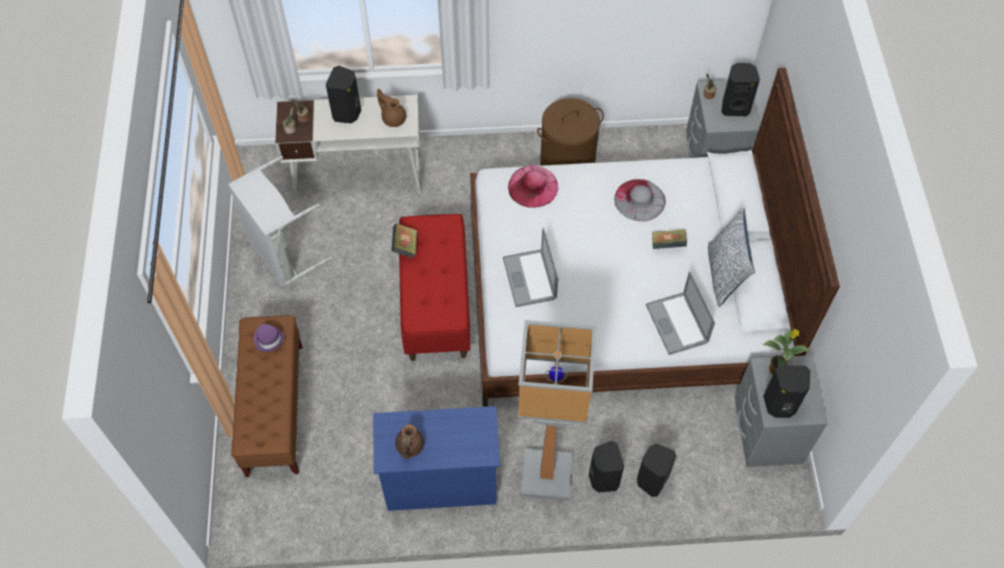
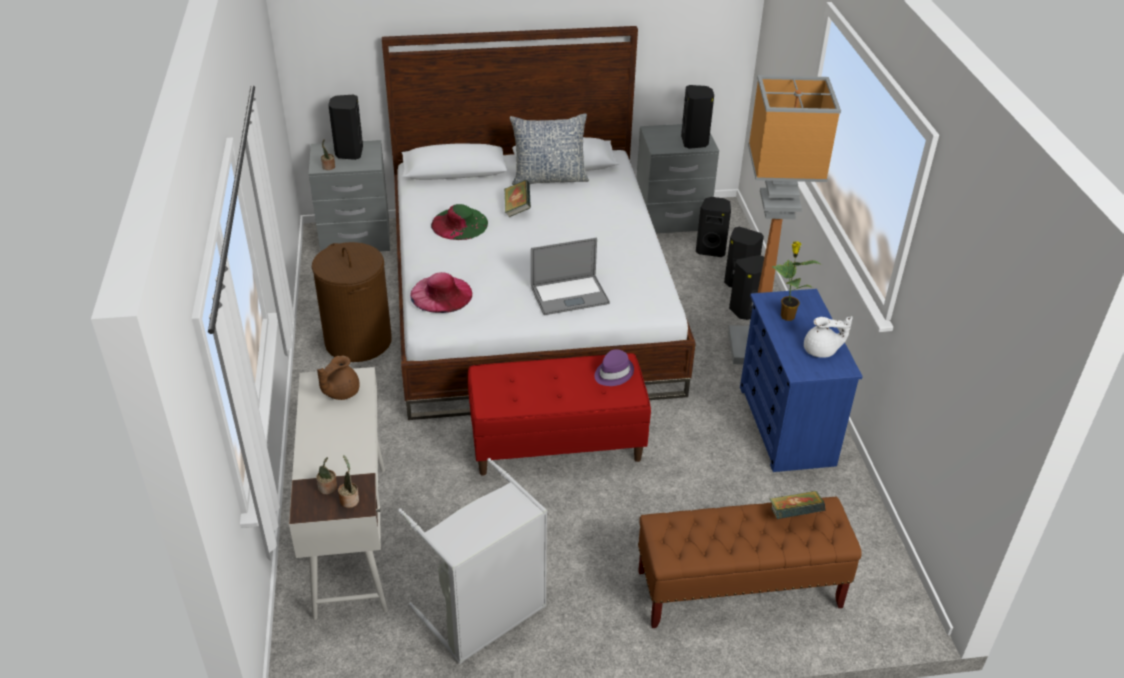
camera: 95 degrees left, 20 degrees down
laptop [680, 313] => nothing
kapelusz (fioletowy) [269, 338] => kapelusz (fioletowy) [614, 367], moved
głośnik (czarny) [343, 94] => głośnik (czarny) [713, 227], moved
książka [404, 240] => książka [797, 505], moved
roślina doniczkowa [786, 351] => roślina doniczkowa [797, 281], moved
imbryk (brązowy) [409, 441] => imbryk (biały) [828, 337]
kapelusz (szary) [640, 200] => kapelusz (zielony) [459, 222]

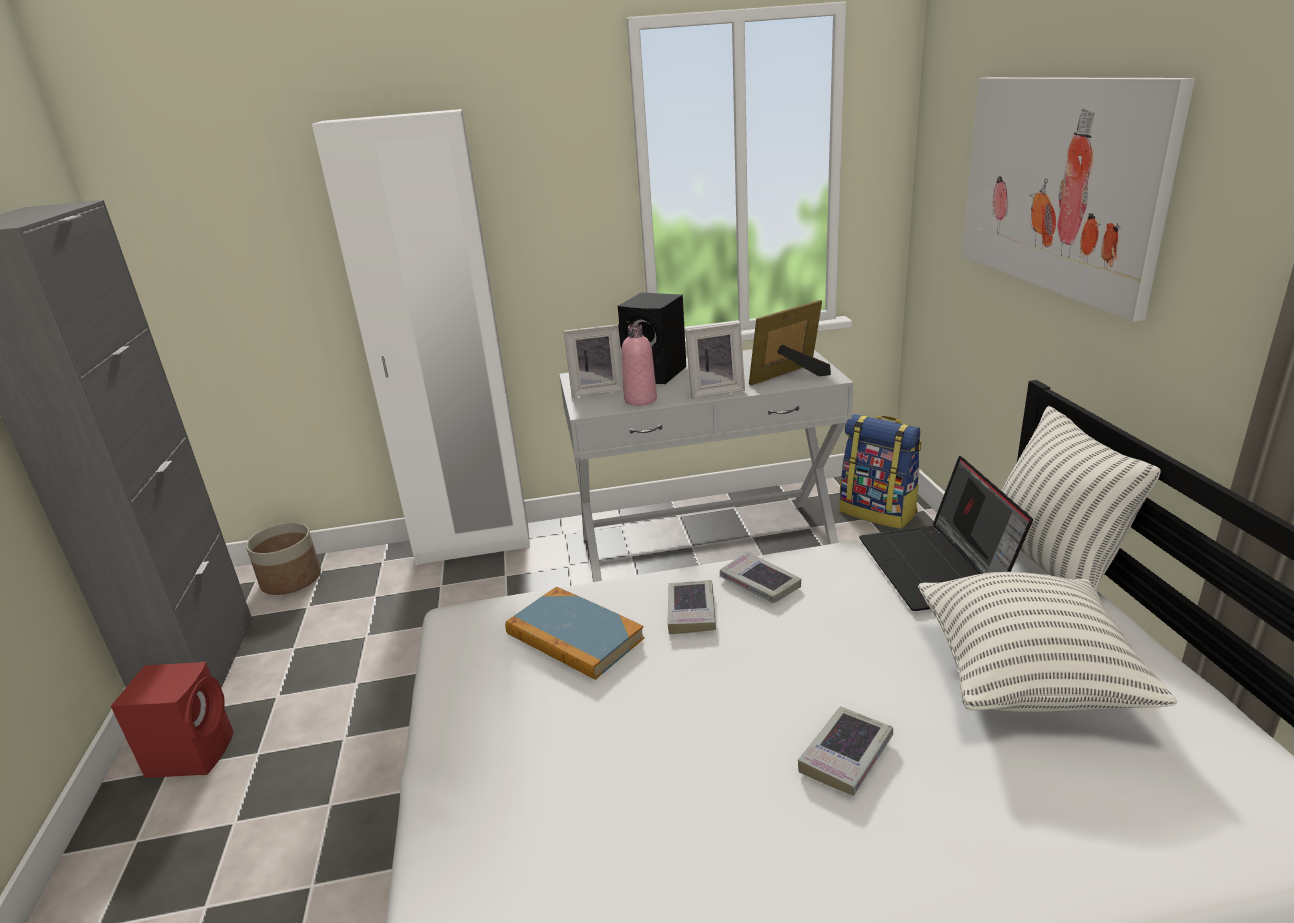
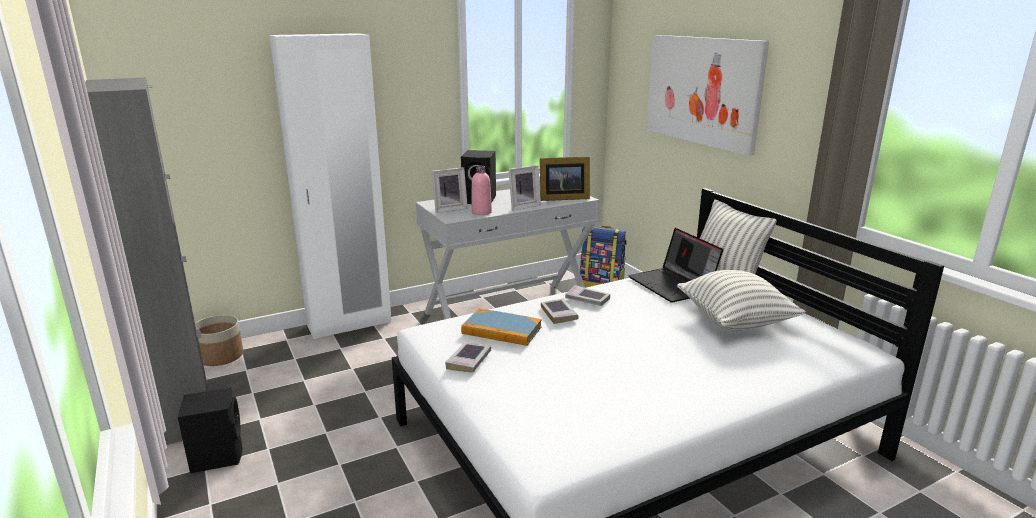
camera: 20 degrees left, 5 degrees down
książka [845, 751] => książka [468, 357], moved
głośnik (czerwony) [172, 720] => głośnik (czarny) [210, 430]
ramka na zdjęcie [790, 342] => ramka na zdjęcie [565, 179], 135 degrees counterclockwise

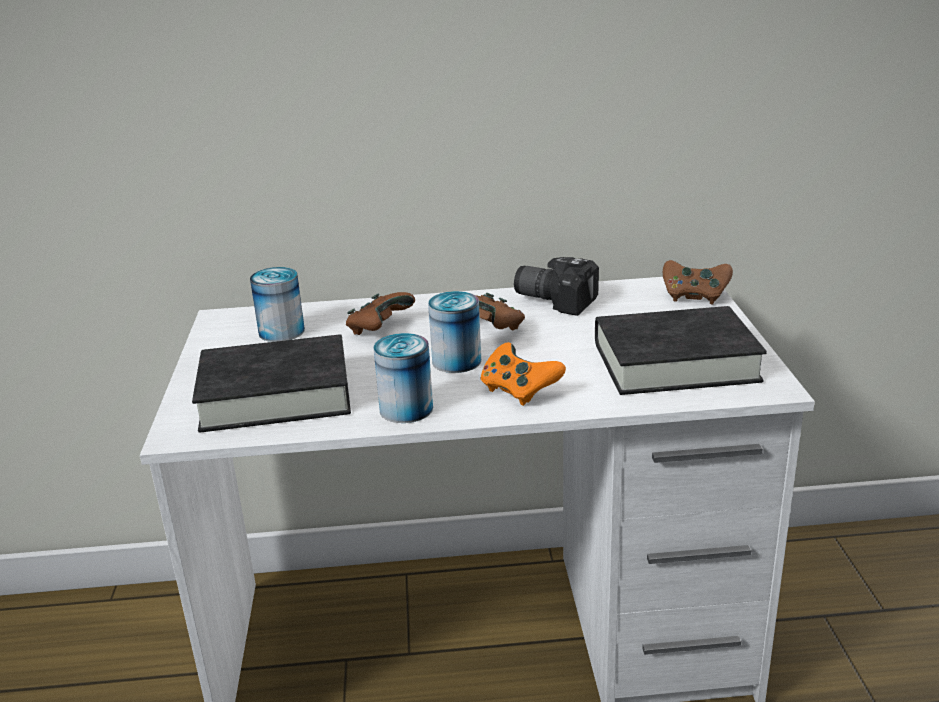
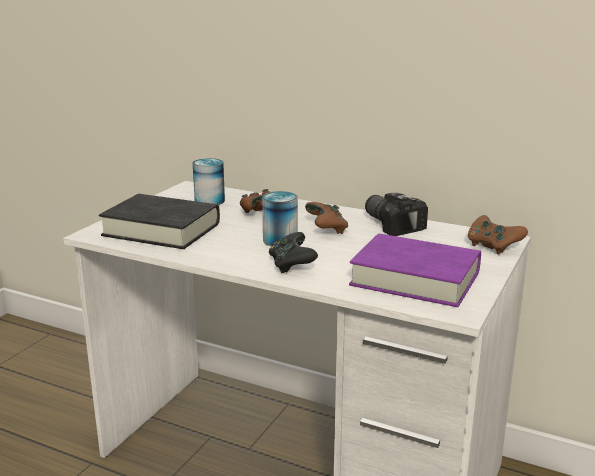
camera: 30 degrees right, 5 degrees down
puszka [403, 378] => nothing
pad do gier (pomarańczowy) [523, 374] => pad do gier (czarny) [293, 252]
książka (czarny) [681, 350] => książka (fioletowy) [415, 270]

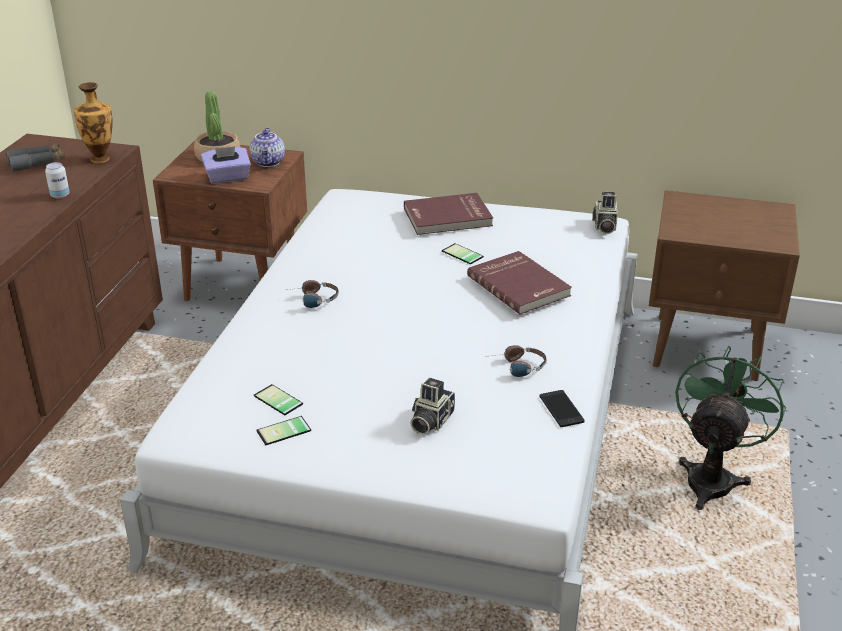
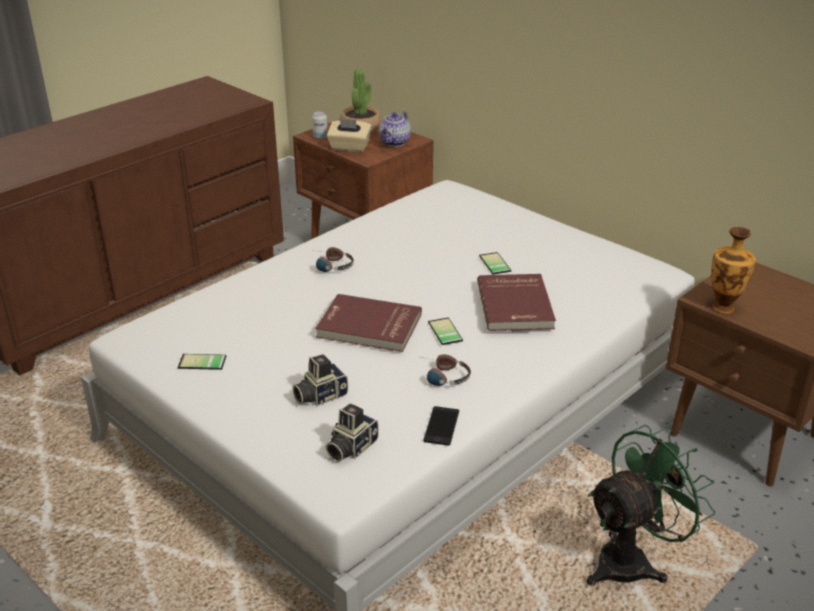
camera: 30 degrees right, 0 degrees up
lornetka (szary) [35, 158] => nothing
puszka [57, 180] => puszka [320, 125], moved
wazon [93, 123] => wazon [734, 270], moved
telefon [278, 399] => telefon [445, 331], moved
książka (czerwony) [448, 214] => książka (czerwony) [368, 323], moved
aparat fotograficzny [605, 213] => aparat fotograficzny [352, 433], moved
pudełko chusteczek (fioletowy) [226, 165] => pudełko chusteczek (beżowy) [349, 135]

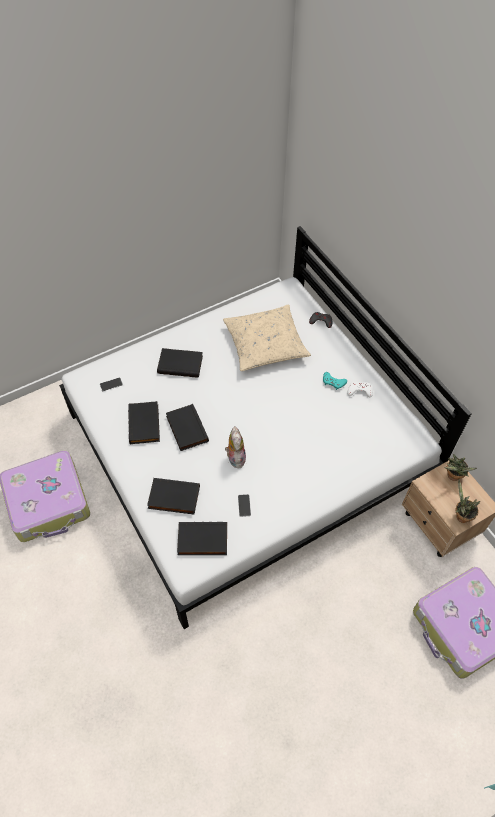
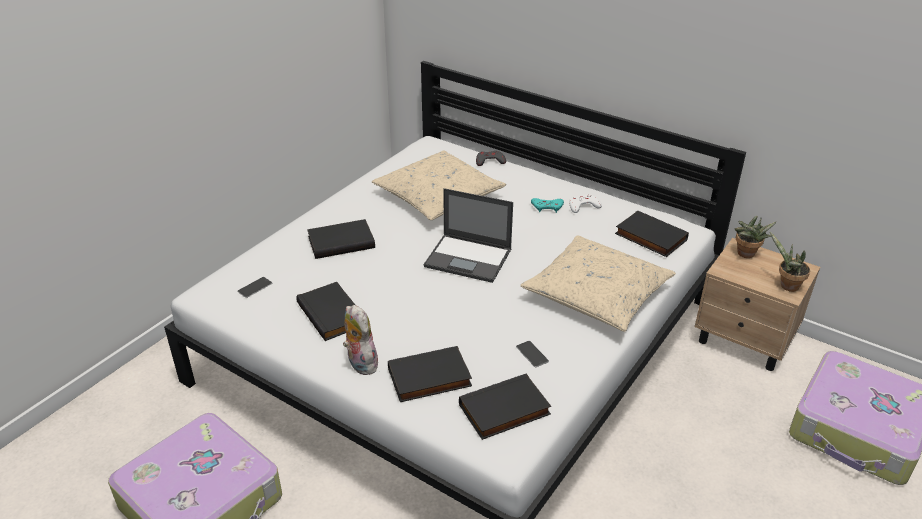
camera: 25 degrees left, 20 degrees down
nothing => laptop [468, 235]
nothing => poduszka (beżowy) [598, 283]
książka (czarny) [187, 427] => książka (czarny) [652, 233], moved
pluszak [235, 447] => pluszak [360, 340], moved

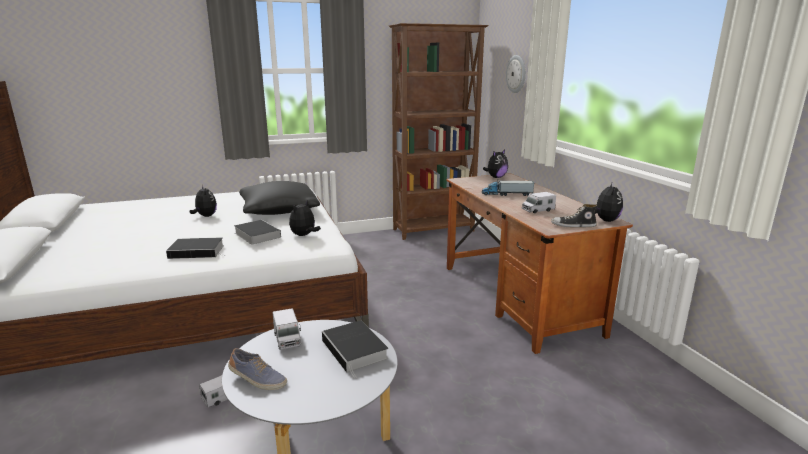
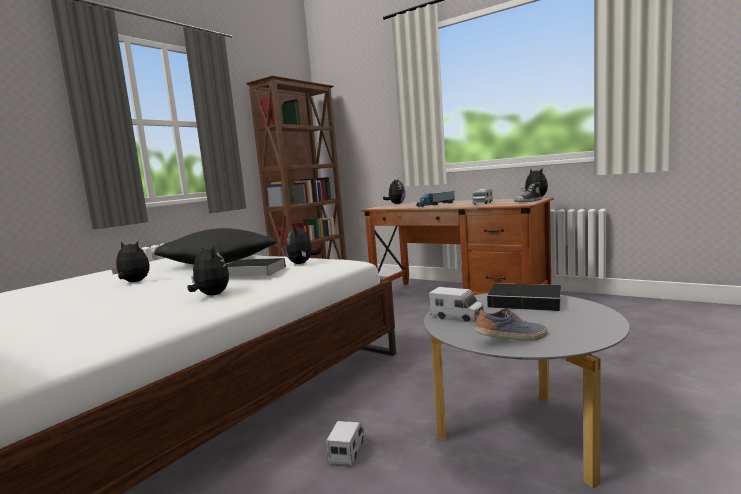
camera: 35 degrees left, 10 degrees down
zegar ścienny [516, 74] => nothing
książka [195, 248] => pluszak [208, 269]

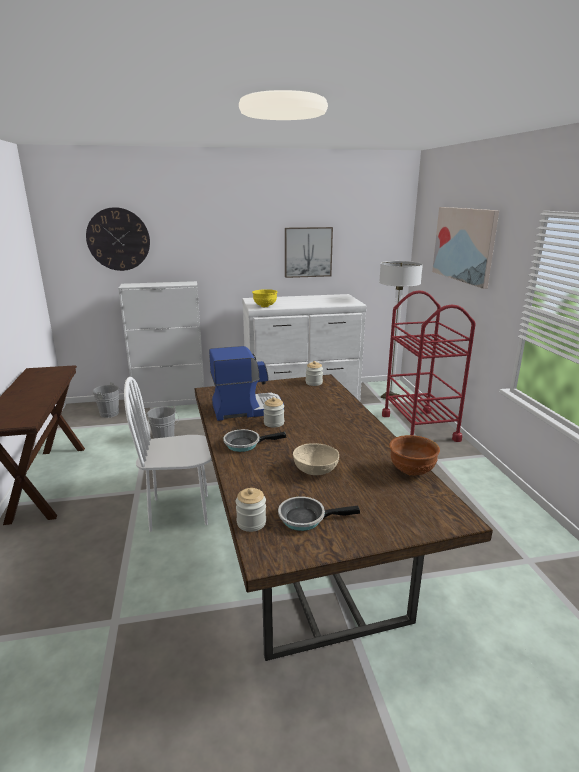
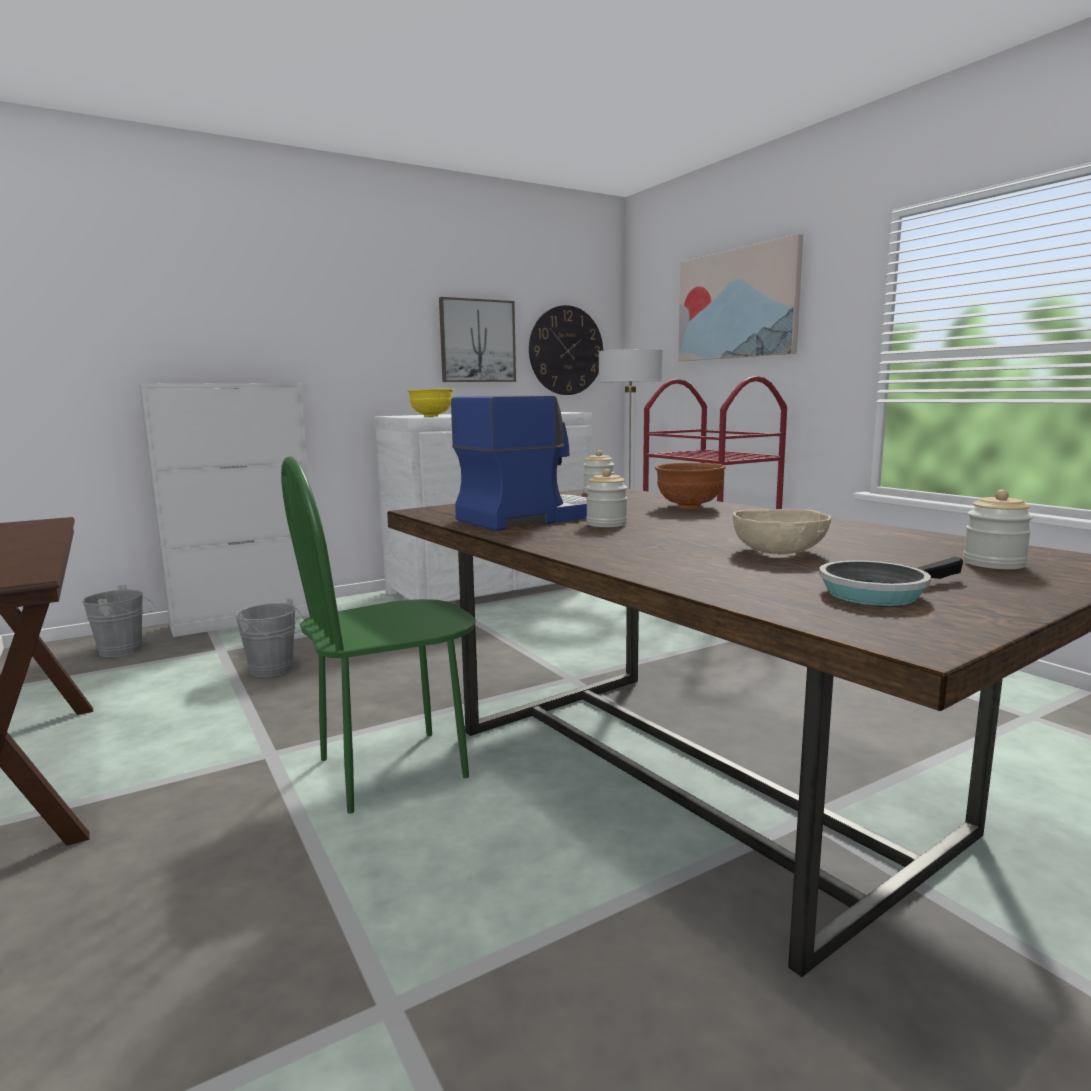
camera: 20 degrees left, 10 degrees down
patelnia [254, 440] => nothing
zegar ścienny [118, 239] => zegar ścienny [566, 350], moved
słoik [251, 510] => słoik [998, 529], moved
miska (brązowy) [414, 455] => miska (brązowy) [690, 486], moved
krzesło (biały) [168, 454] => krzesło (zielony) [378, 635]

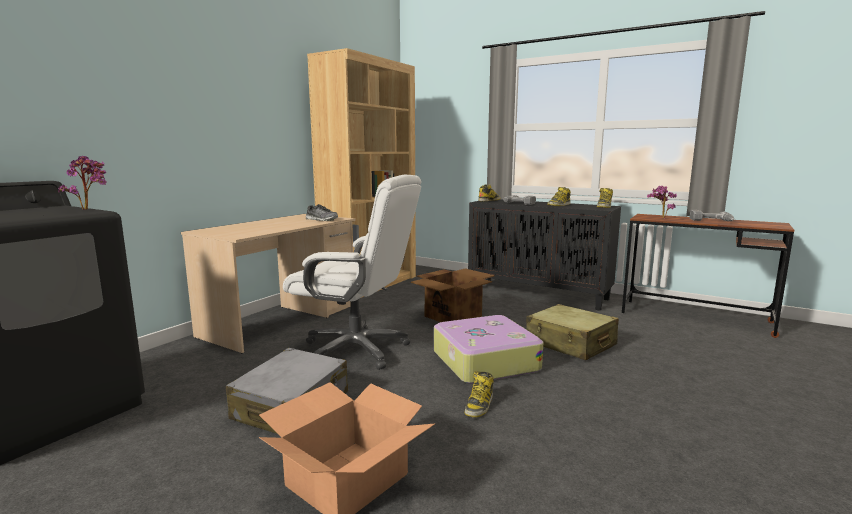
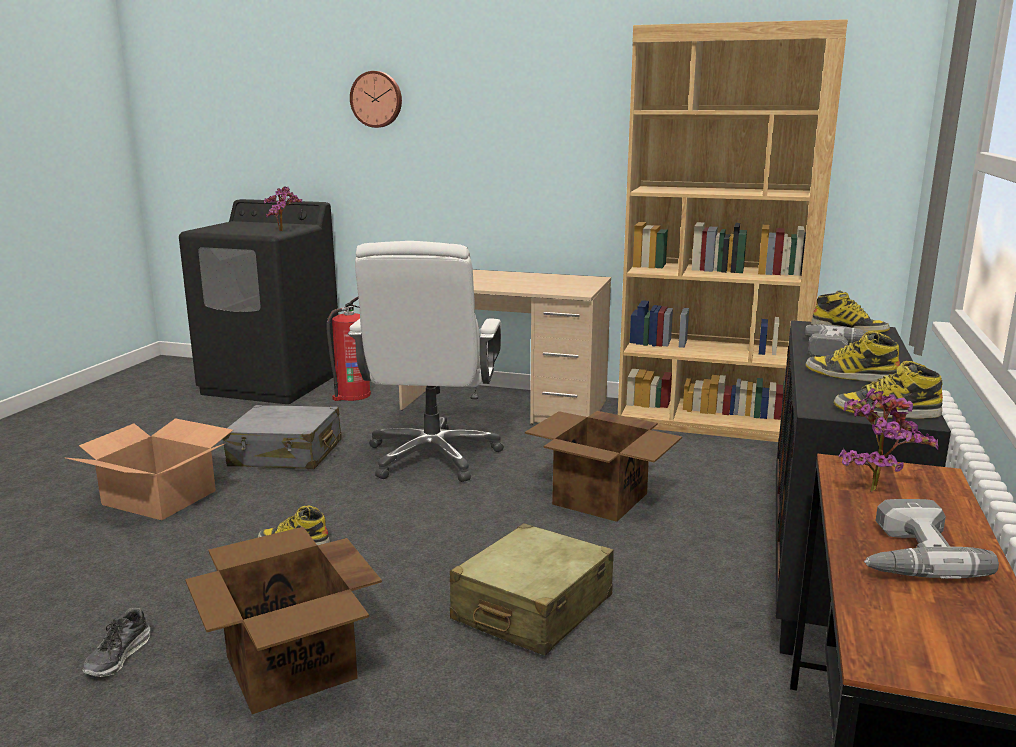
camera: 75 degrees right, 5 degrees up
walizka [488, 349] => nothing
nothing => karton [283, 620]
nothing => gaśnica [348, 349]
nothing => zegar ścienny [376, 99]
but [322, 212] => but [116, 642], moved

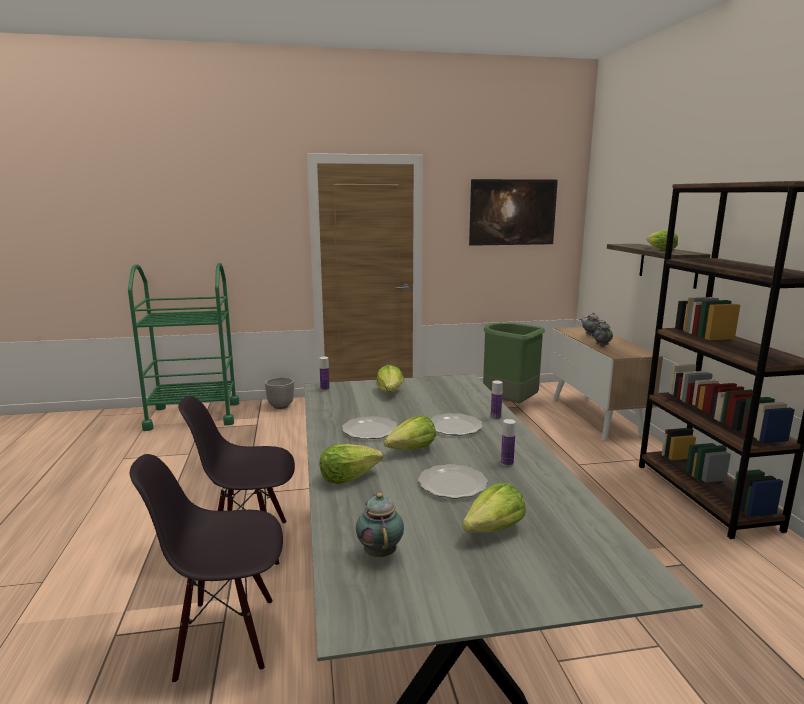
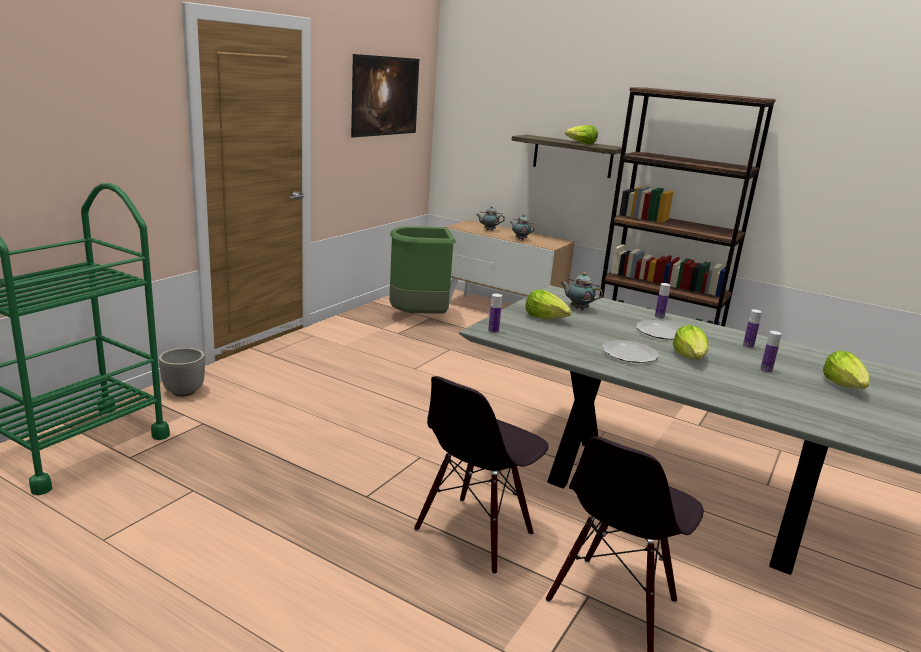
camera: 50 degrees left, 5 degrees up
sałata [351, 464] => nothing
imbryk [380, 525] => imbryk [582, 291], moved
talerz [453, 481] => butelka [770, 352]

